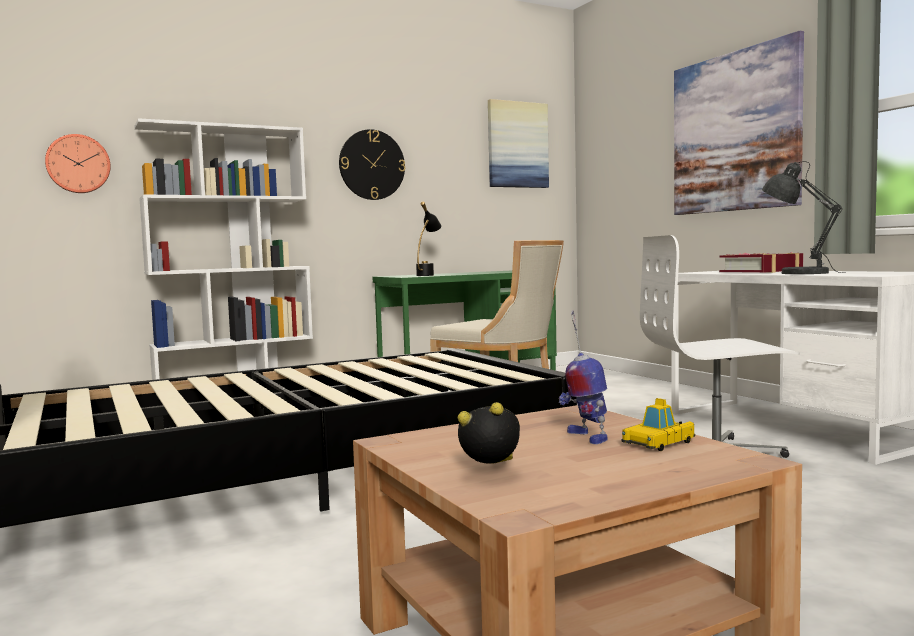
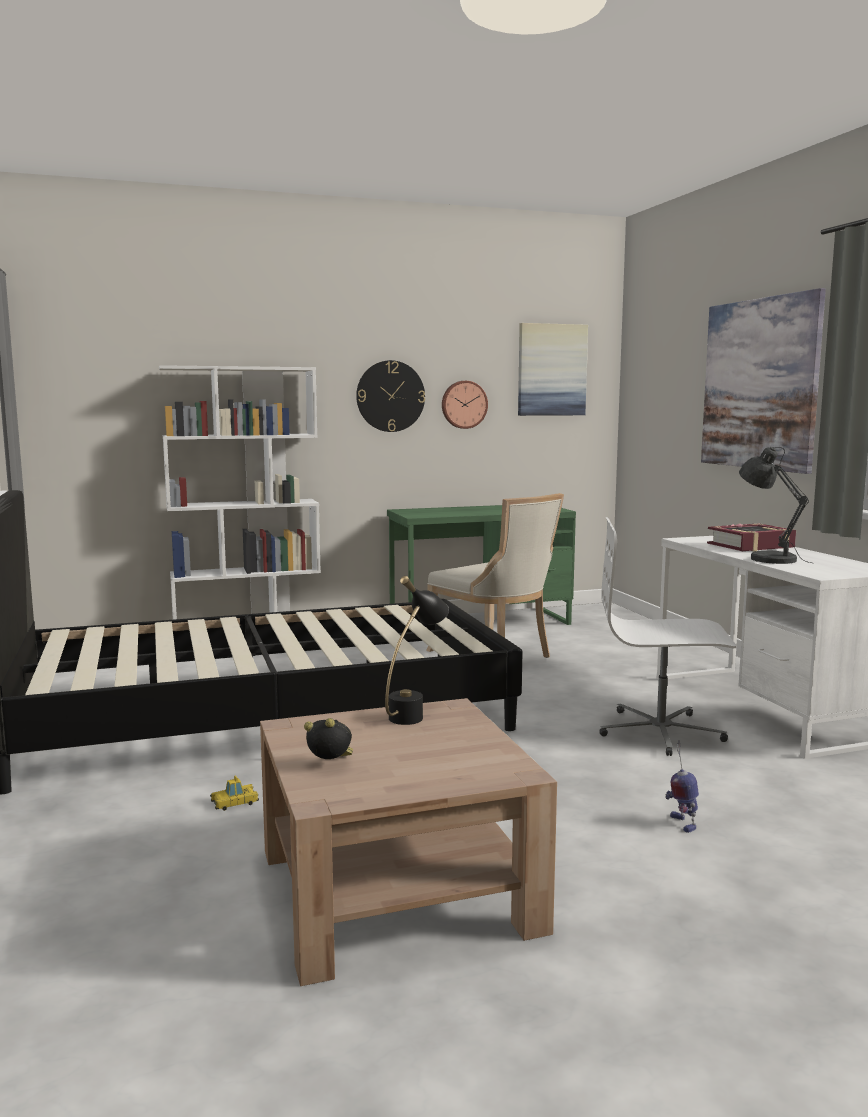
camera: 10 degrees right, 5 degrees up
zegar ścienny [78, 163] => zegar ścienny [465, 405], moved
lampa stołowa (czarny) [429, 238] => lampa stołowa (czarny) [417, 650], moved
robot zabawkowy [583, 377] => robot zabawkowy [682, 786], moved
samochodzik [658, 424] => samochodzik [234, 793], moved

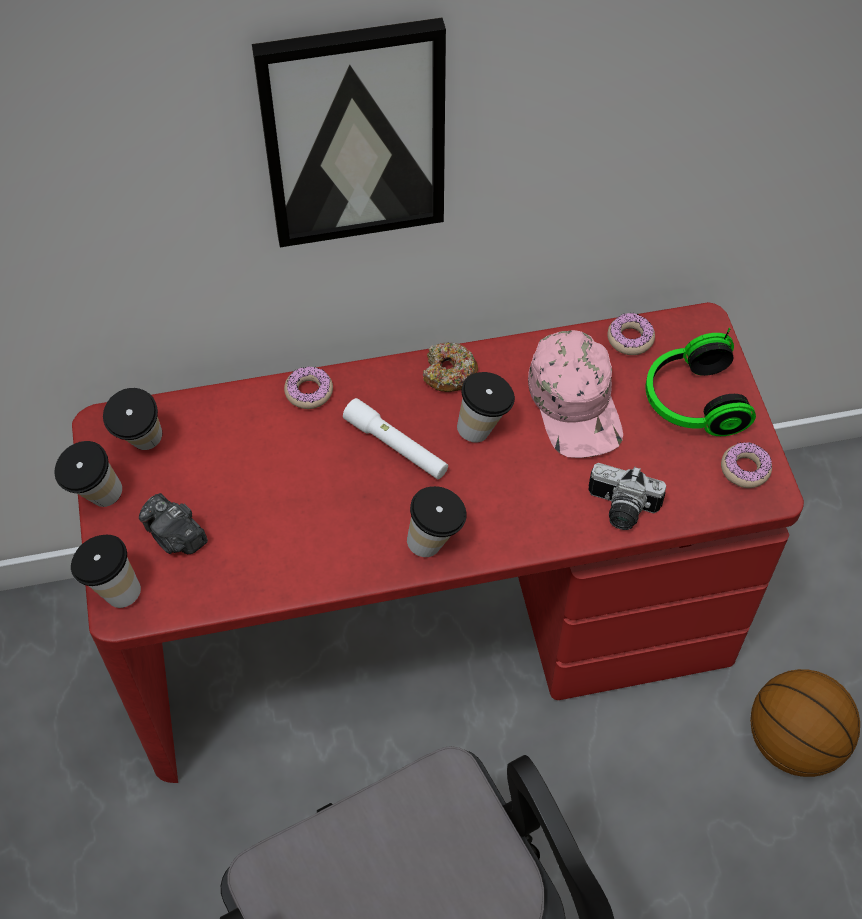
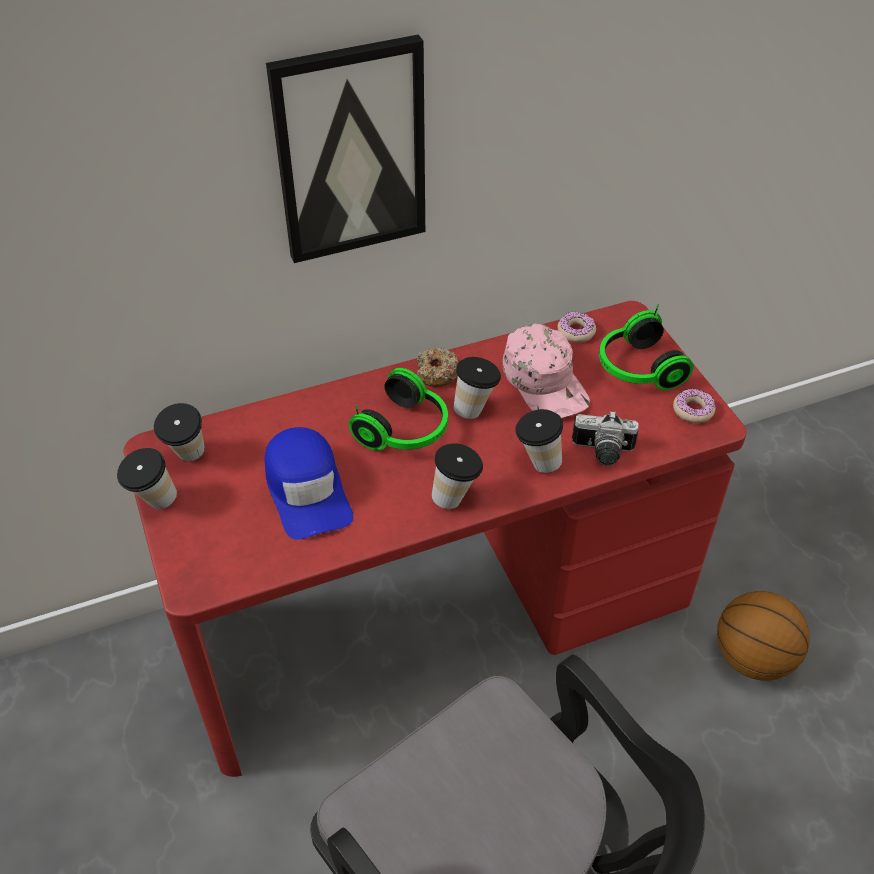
camera: 10 degrees left, 10 degrees down
aparat fotograficzny [173, 523] => nothing
donut [308, 388] => nothing
nothing => czapka z daszkiem (niebieski) [308, 483]
filiżanka [106, 571] => filiżanka [539, 441], moved
latarka (biały) [395, 438] => słuchawki [398, 409]

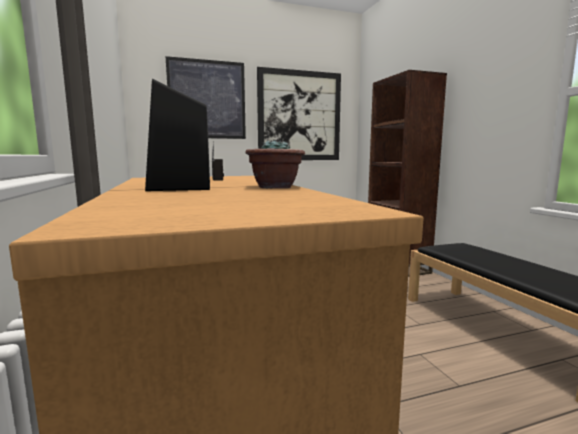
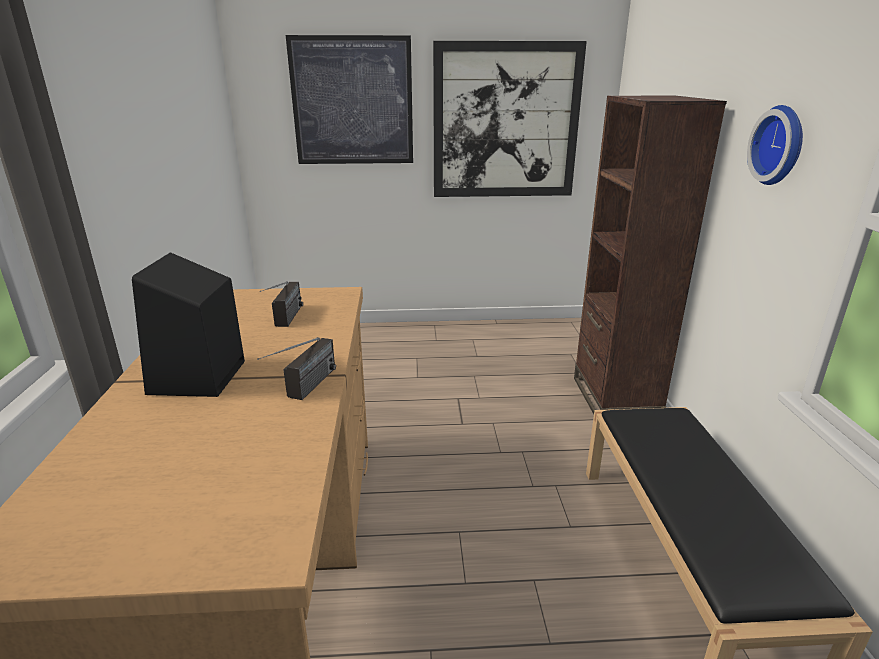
camera: 15 degrees right, 15 degrees up
nothing => zegar ścienny [775, 145]
roślina doniczkowa [275, 164] => radio [296, 368]

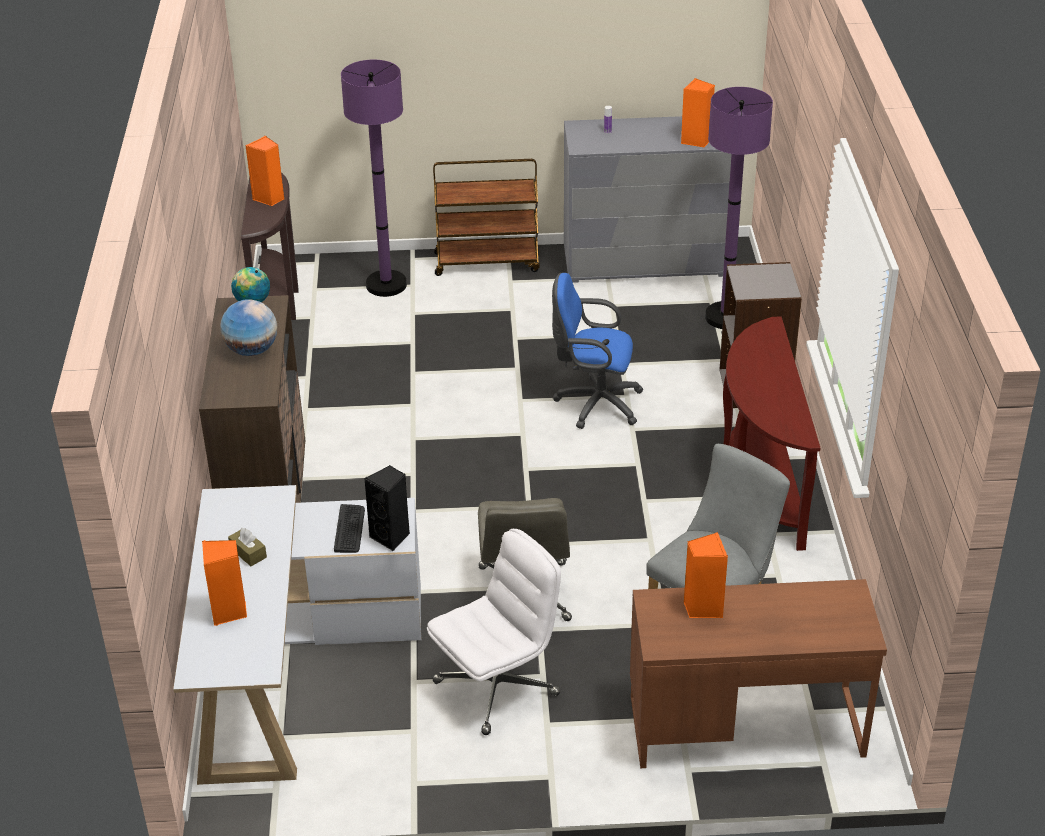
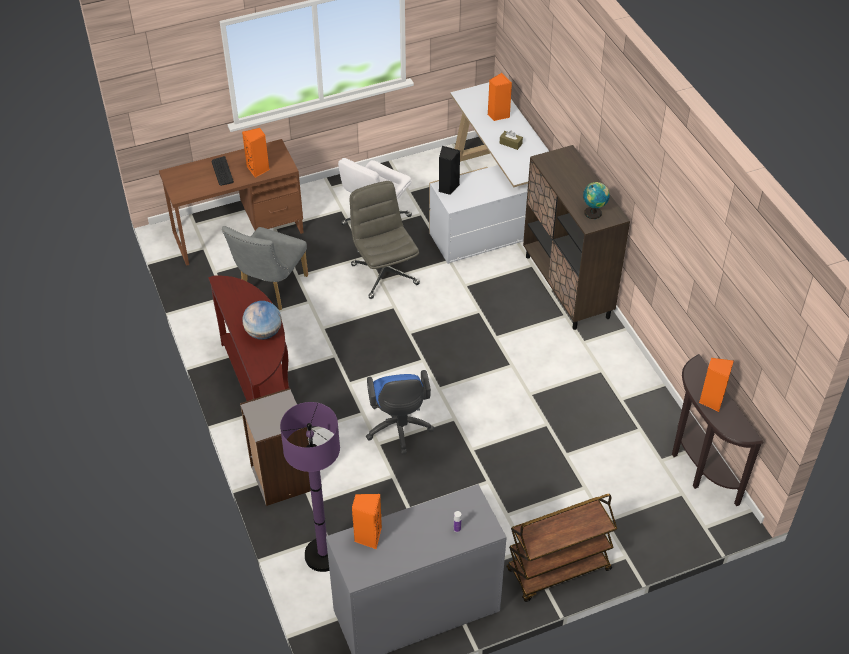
camera: 160 degrees right, 10 degrees up
lampa stojąca (fioletowy) [374, 178] => nothing
globus [248, 327] => globus [262, 320], moved
klawiatura [349, 528] => klawiatura [223, 171], moved
krzesło biurowe (niebieski) [597, 351] => krzesło biurowe (niebieski) [400, 412], 90 degrees clockwise

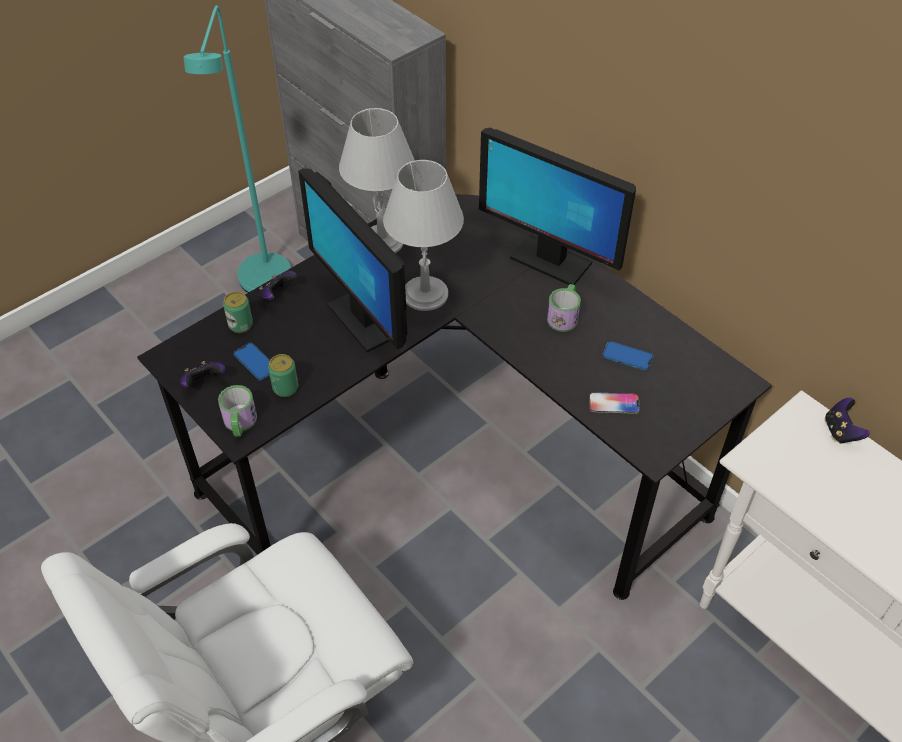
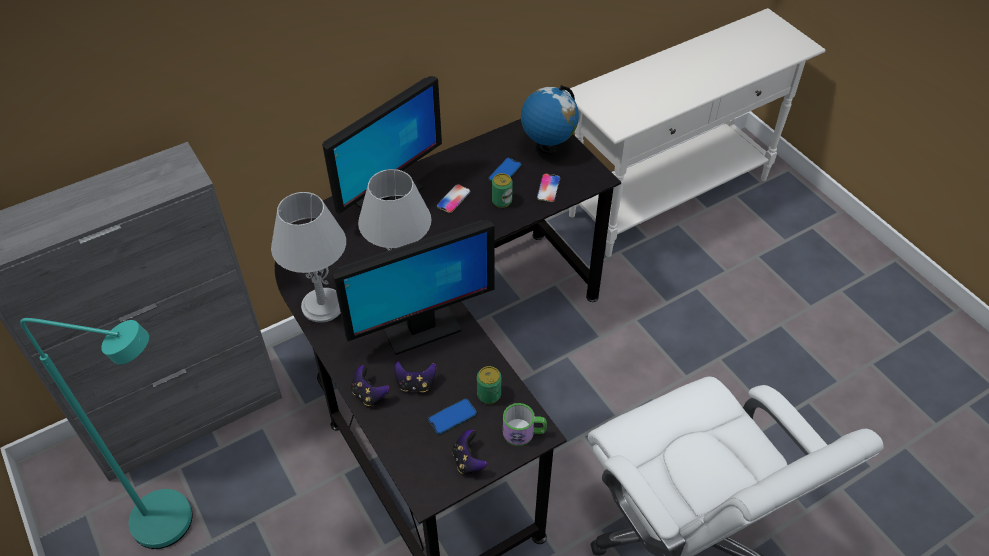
camera: 80 degrees left, 0 degrees up
nothing => globus [550, 120]
puszka [238, 312] => puszka [502, 190], moved
pad do gier [847, 421] => pad do gier [415, 376], moved
kubek [564, 308] => telefon [453, 198]

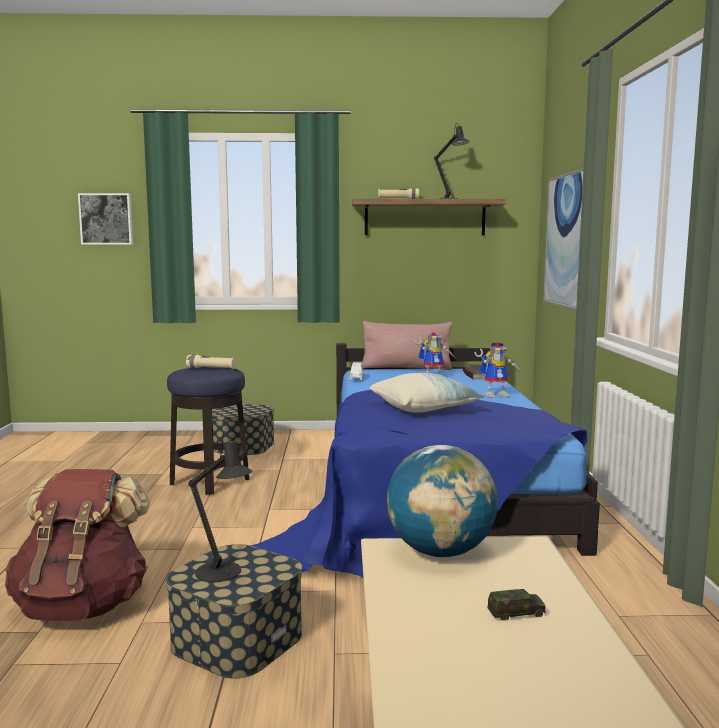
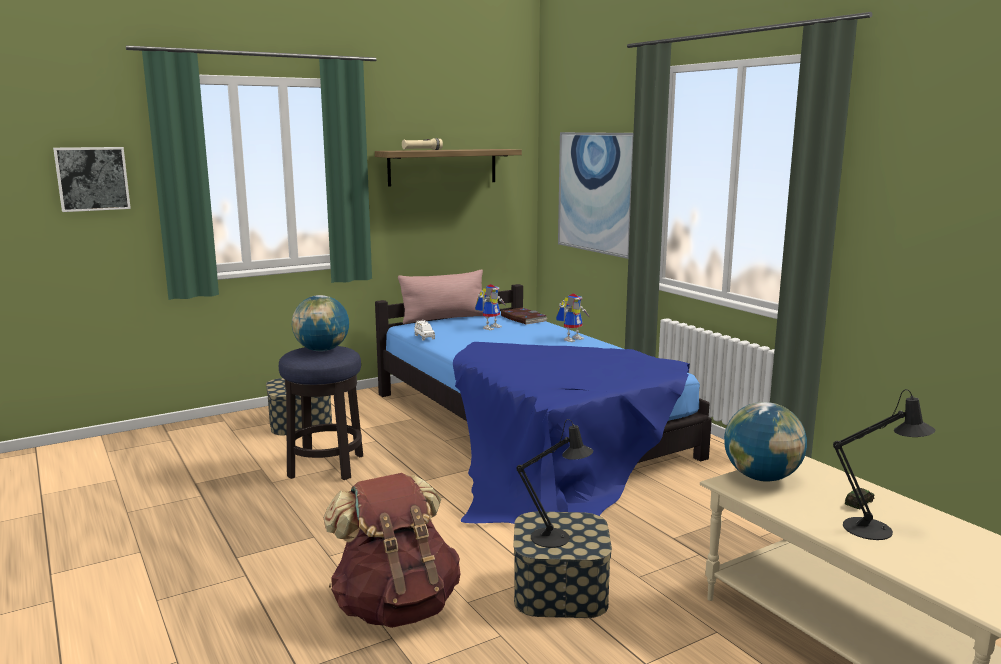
camera: 30 degrees left, 5 degrees up
poduszka [427, 393] => nothing
lampa stołowa (czarny) [452, 161] => lampa stołowa (czarny) [884, 464], moved
latarka (beżowy) [211, 361] => globus [320, 323]

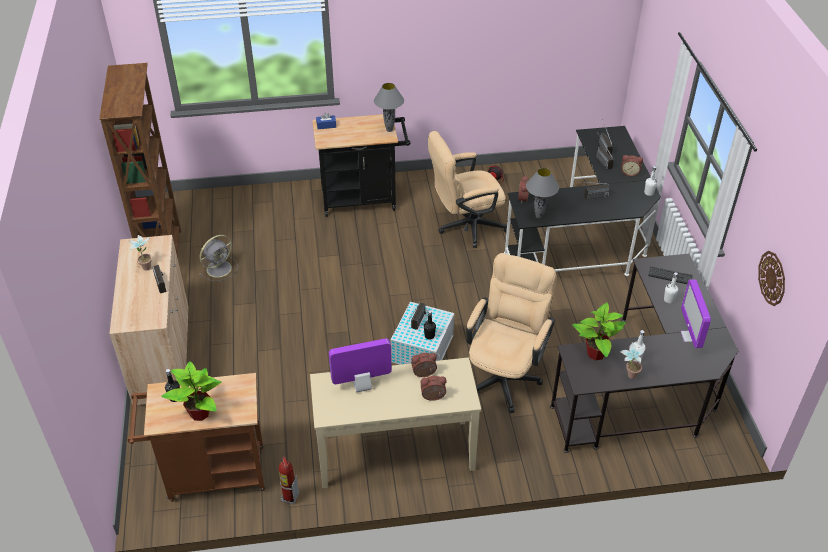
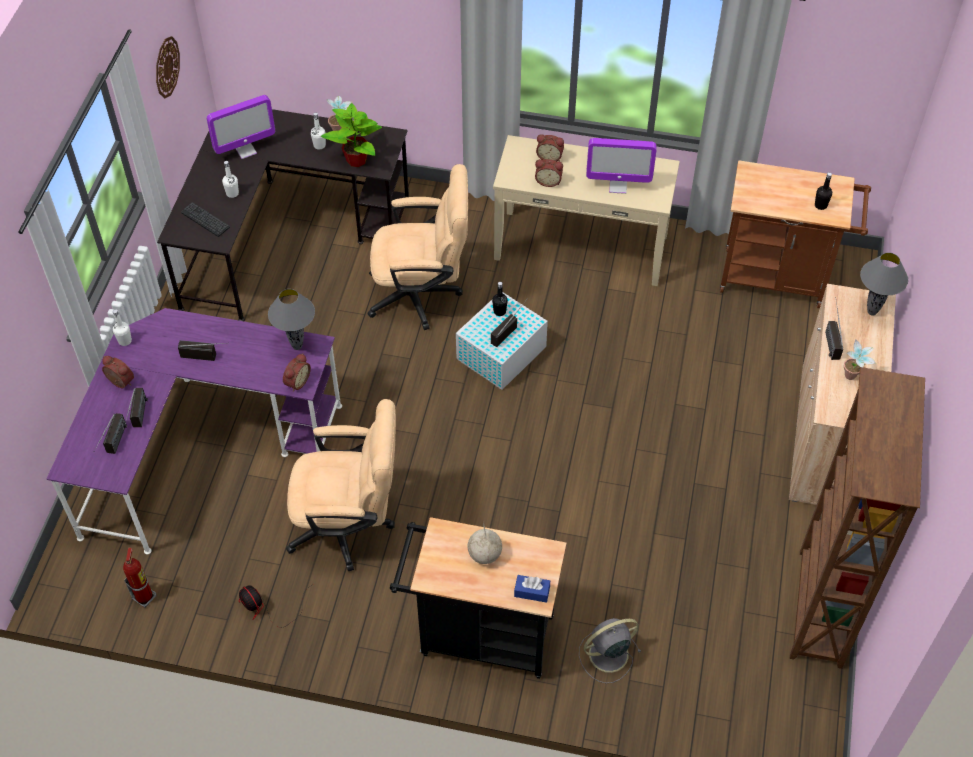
camera: 160 degrees left, 10 degrees up
roślina doniczkowa [191, 391] => nothing
nothing => globus [485, 542]
wentylator (szary) [218, 258] => wentylator (szary) [610, 650], moved
gaśnica [288, 480] => gaśnica [140, 578], moved
lampa stołowa (szary) [389, 107] => lampa stołowa (szary) [884, 283], moved
biurko (czarny) [582, 201] => biurko (fioletowy) [194, 431]
krzesło biurowe (beżowy) [511, 333] => krzesło biurowe (beżowy) [418, 247], 135 degrees counterclockwise
monitor [696, 313] => monitor [241, 127], 45 degrees clockwise

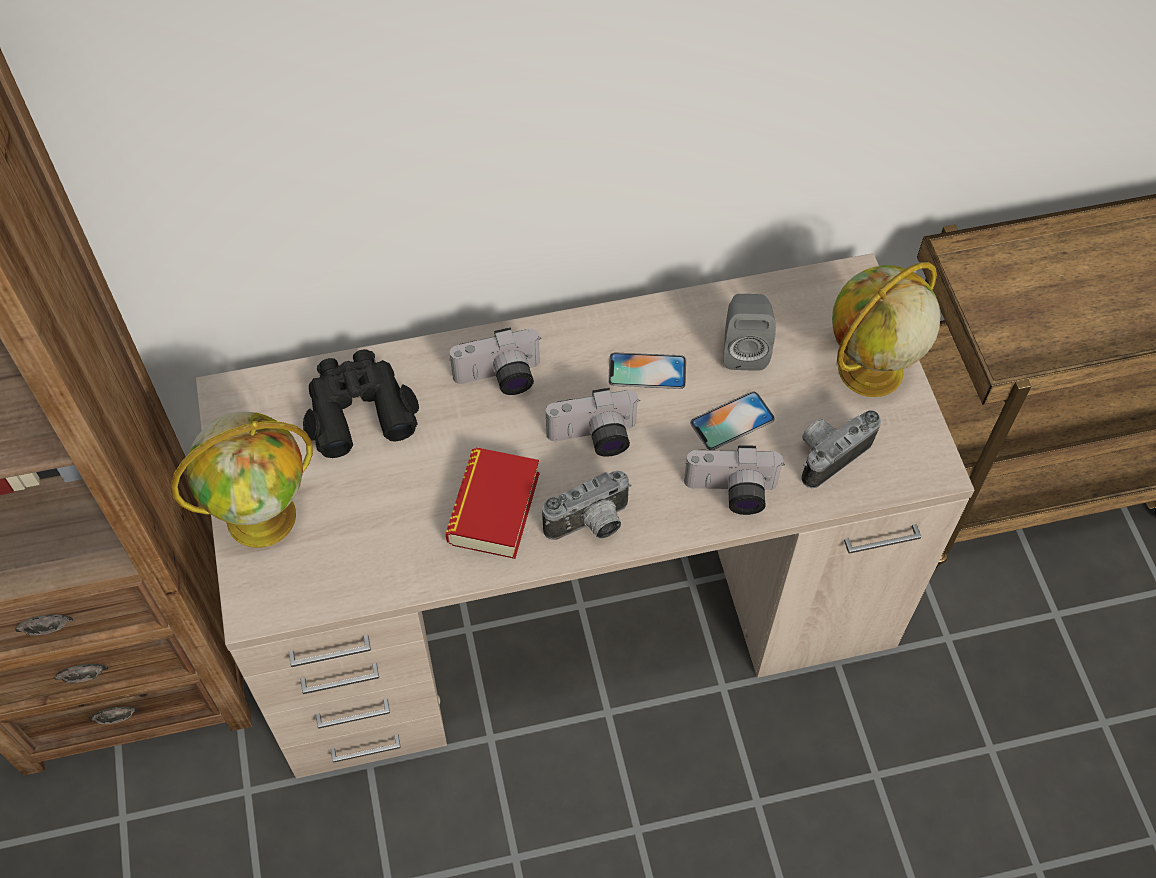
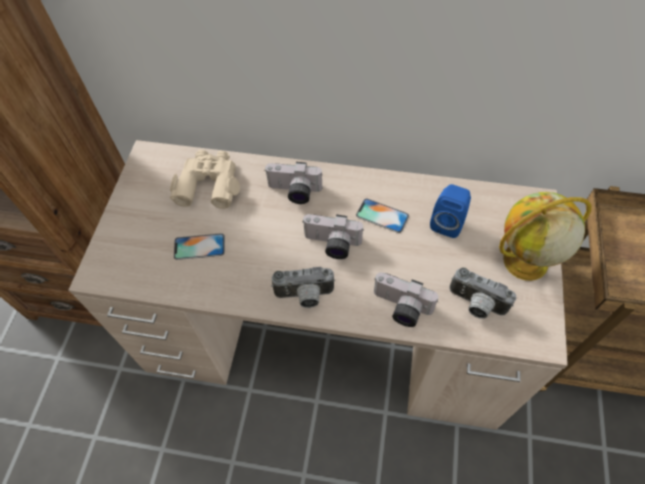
camera: 25 degrees right, 0 degrees up
globus [242, 480] => nothing
książka [492, 503] => nothing
telefon [732, 420] => telefon [199, 246], moved
lornetka (czarny) [361, 403] => lornetka (beżowy) [205, 179]
głośnik (szary) [749, 332] => głośnik (niebieski) [450, 211]
aparat fotograficzny [841, 449] => aparat fotograficzny [482, 293], 135 degrees counterclockwise

